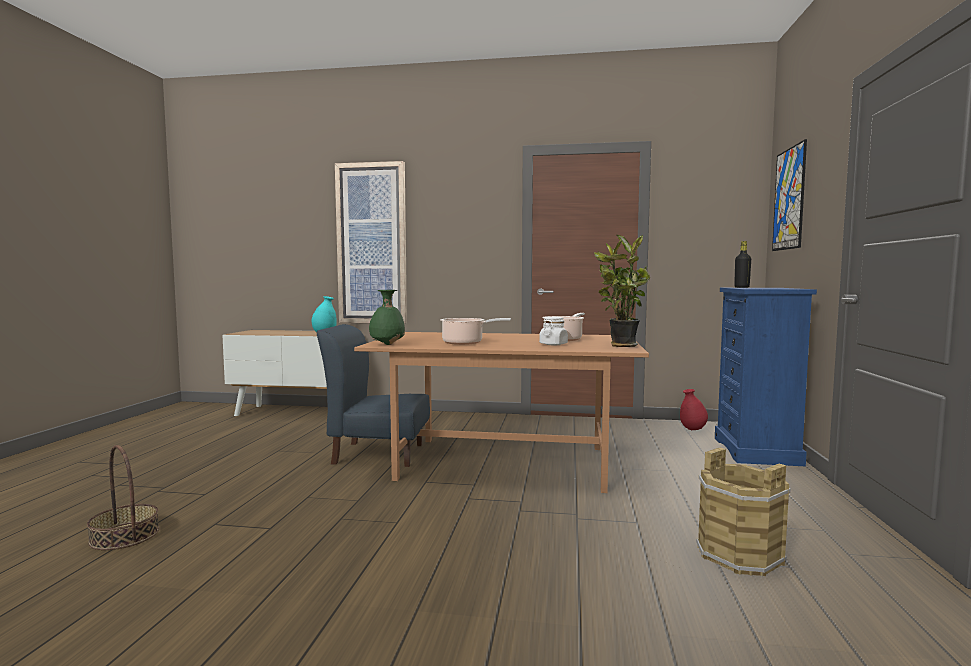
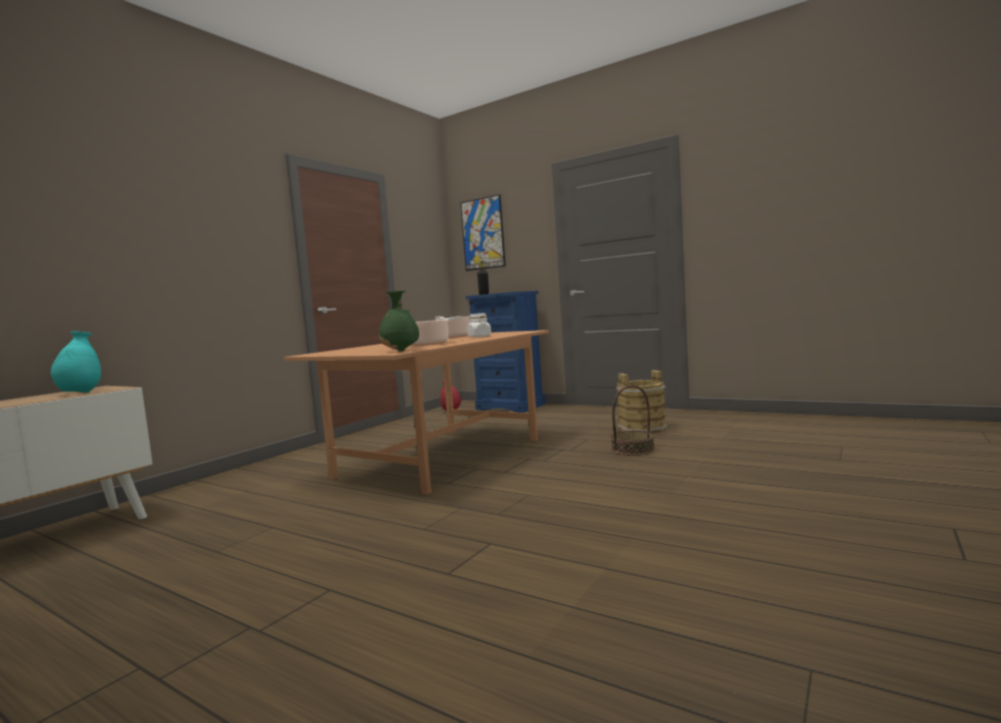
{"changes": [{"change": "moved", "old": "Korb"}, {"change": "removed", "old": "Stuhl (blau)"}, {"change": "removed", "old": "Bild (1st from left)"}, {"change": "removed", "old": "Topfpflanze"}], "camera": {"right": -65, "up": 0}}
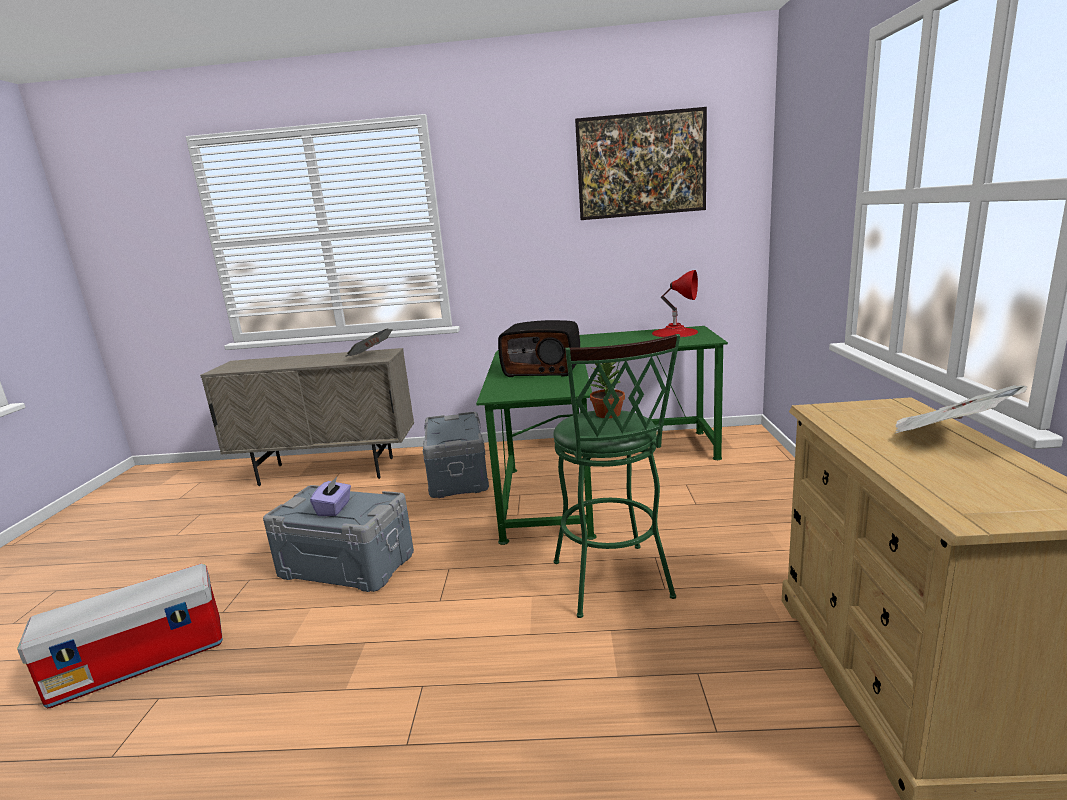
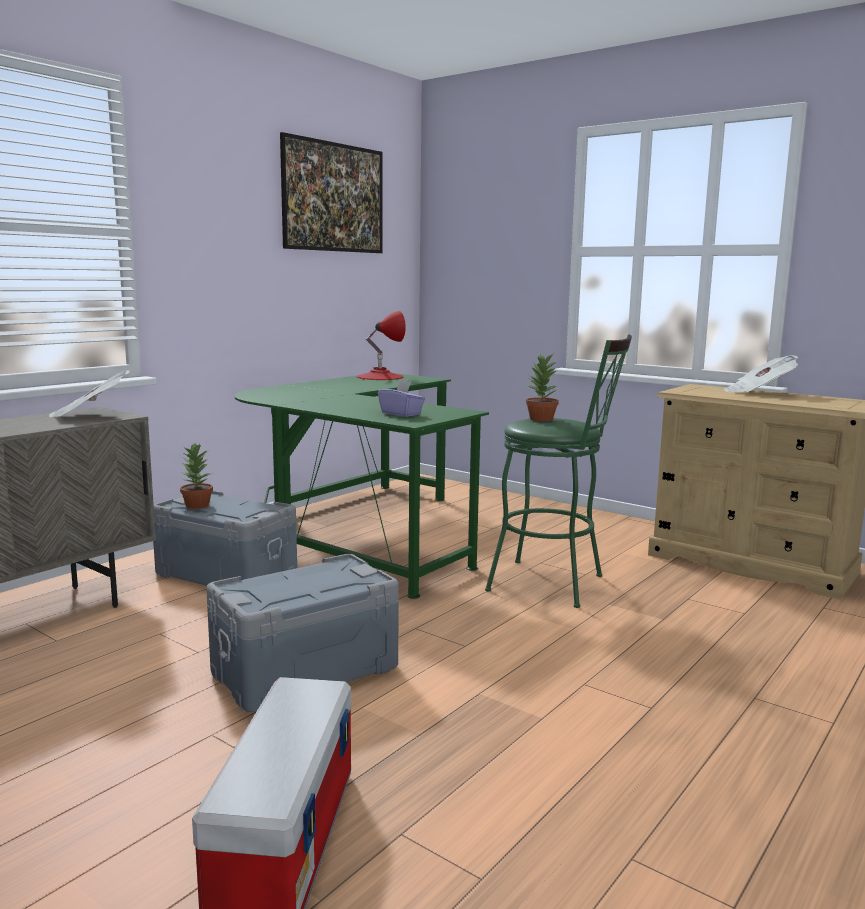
{"changes": [{"change": "moved", "old": "Taschentuchbox (lila)"}, {"change": "removed", "old": "Radio"}, {"change": "added", "new": "Topfpflanze (1st from left)"}], "camera": {"right": -55, "up": -5}}
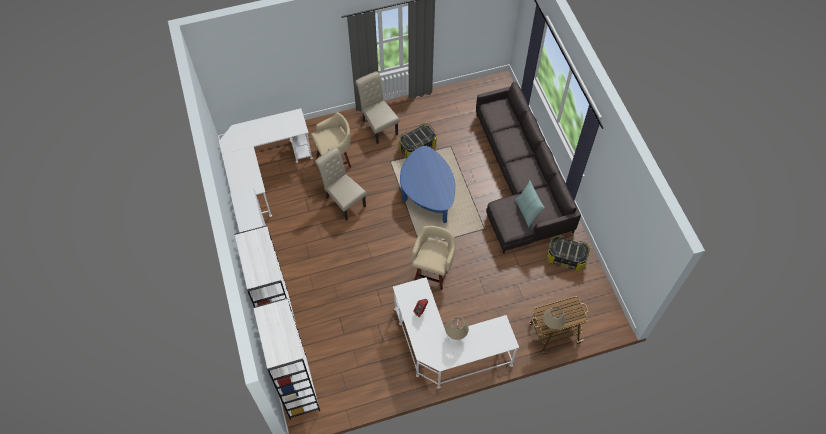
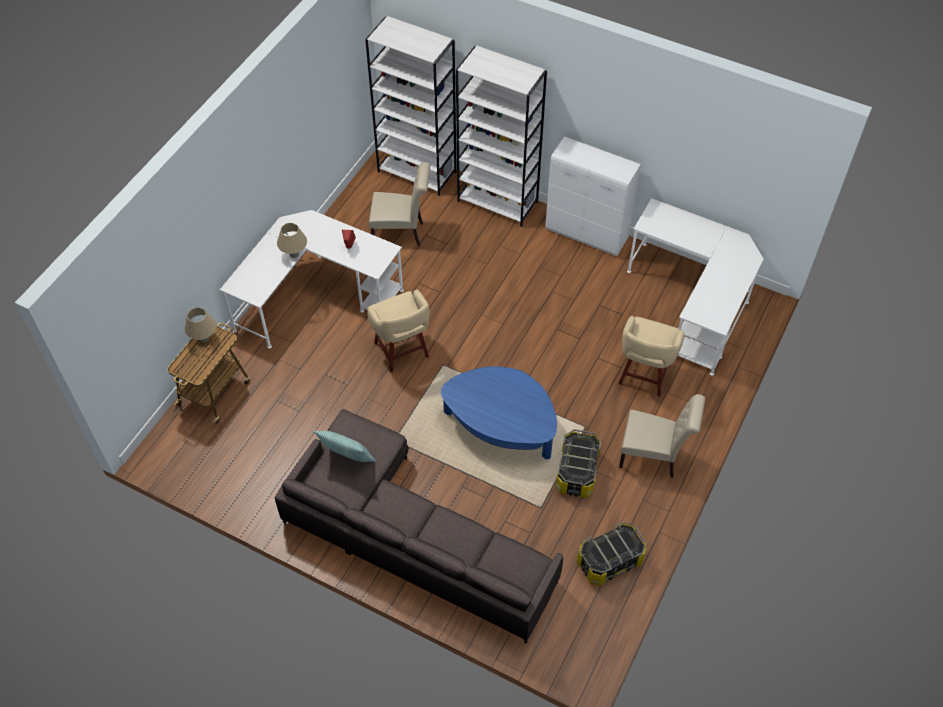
{"changes": [{"change": "moved", "old": "Stuhl (beige) (1st from left)"}, {"change": "moved", "old": "Aufbewahrungsbox (2nd from left)"}], "camera": {"right": 135, "up": -5}}
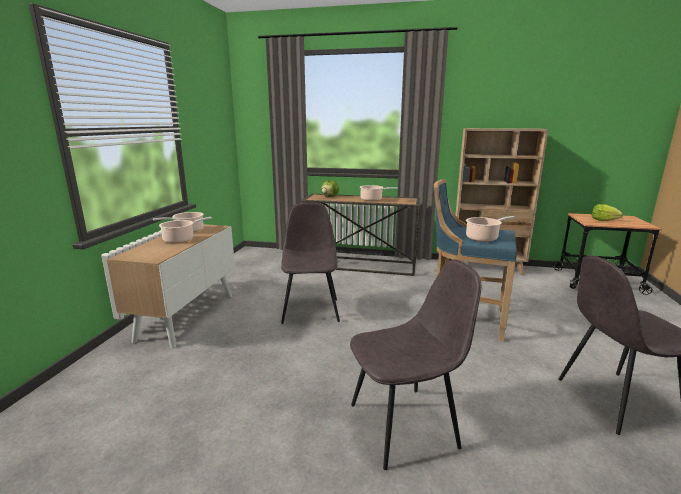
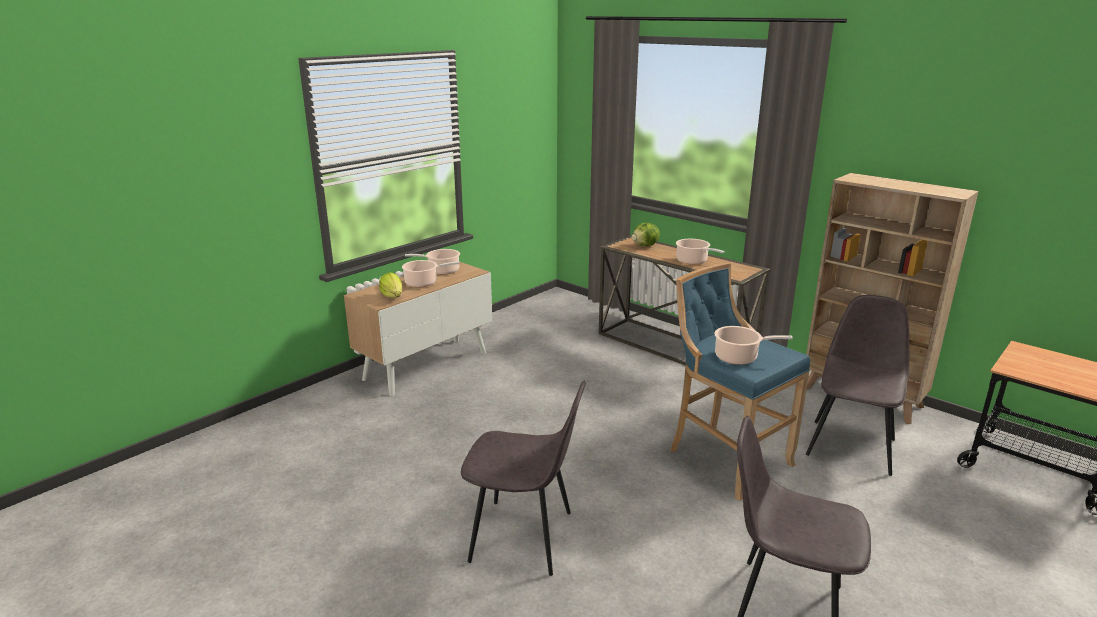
{"changes": [{"change": "moved", "old": "Stuhl (grau) (1st from left in the first image)", "new": "Stuhl (grau) (3rd from left)"}, {"change": "moved", "old": "Salatkopf (2nd from left in the first image)", "new": "Salatkopf (1st from left)"}], "camera": {"right": 30, "up": 5}}
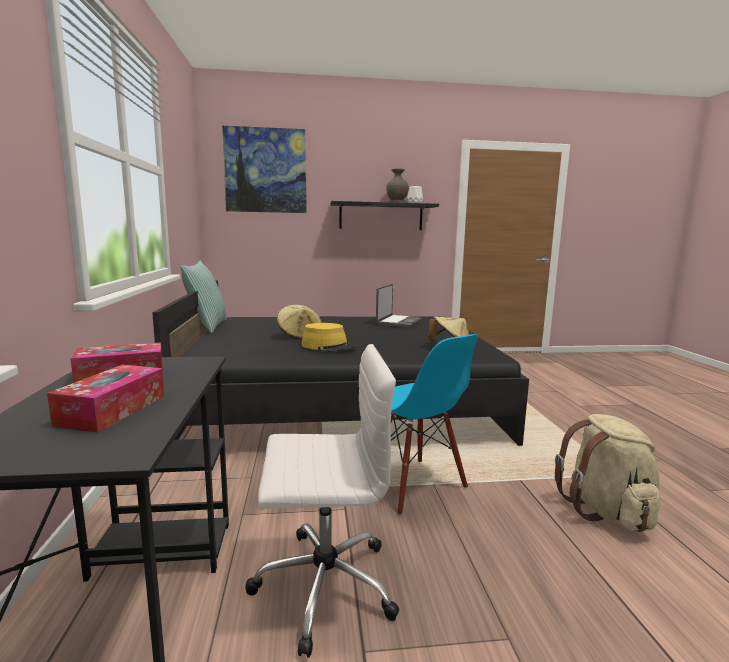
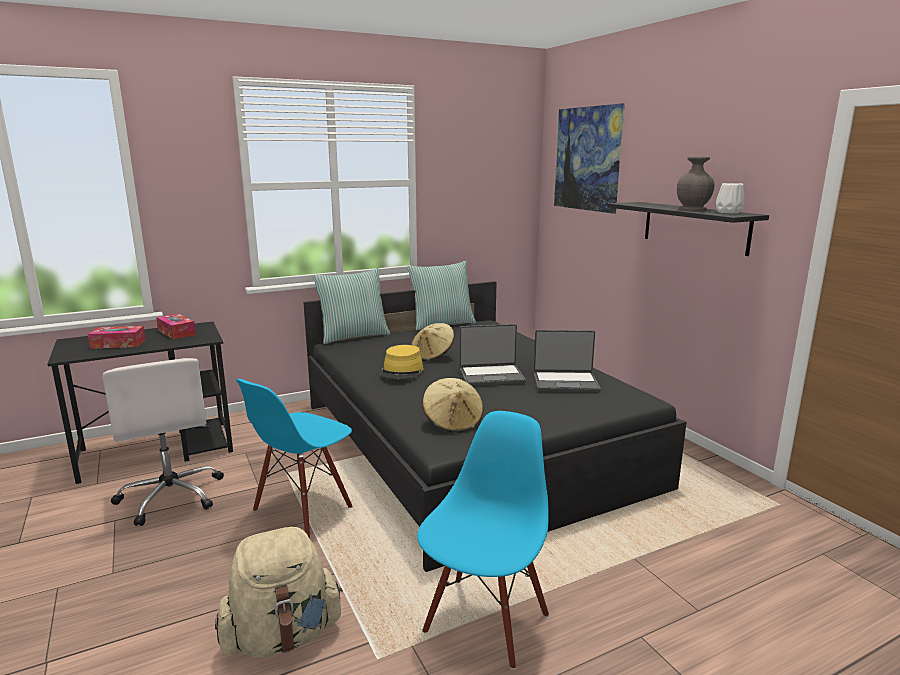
{"changes": [{"change": "added", "new": "Kissen (1st from left)"}, {"change": "added", "new": "Stuhl (blau) (2nd from left)"}, {"change": "added", "new": "Laptop (1st from left)"}], "camera": {"right": 70, "up": 5}}
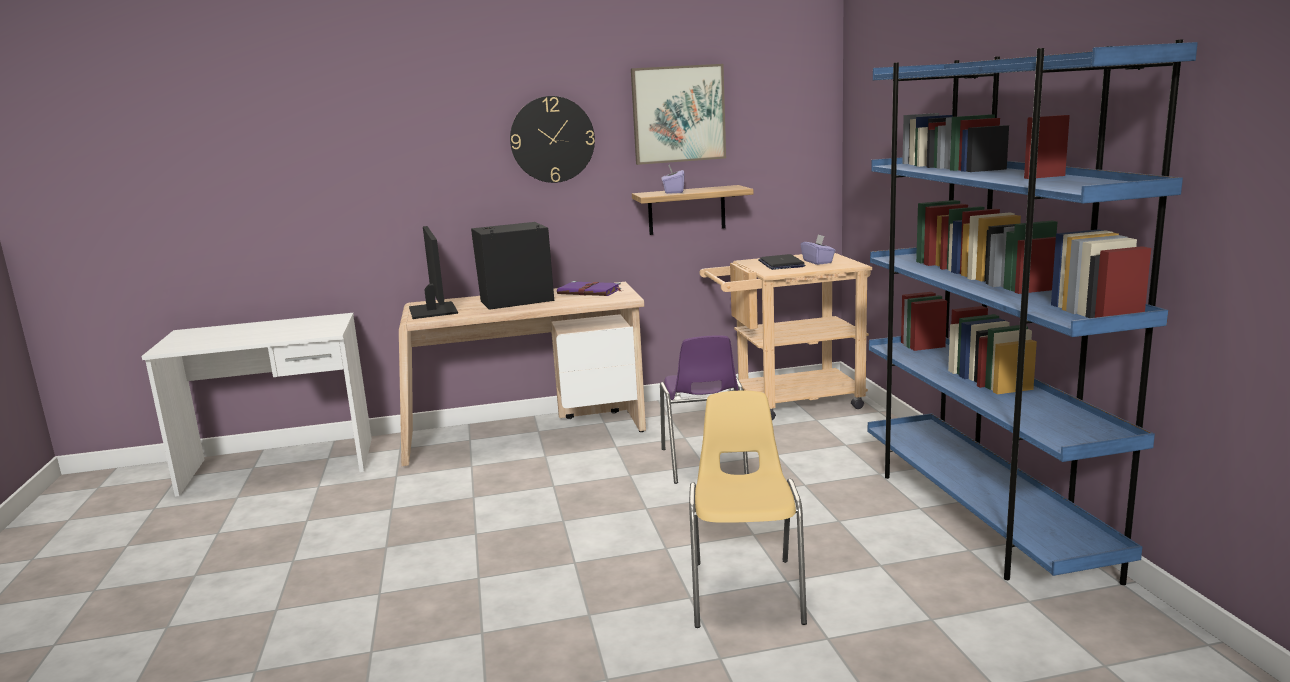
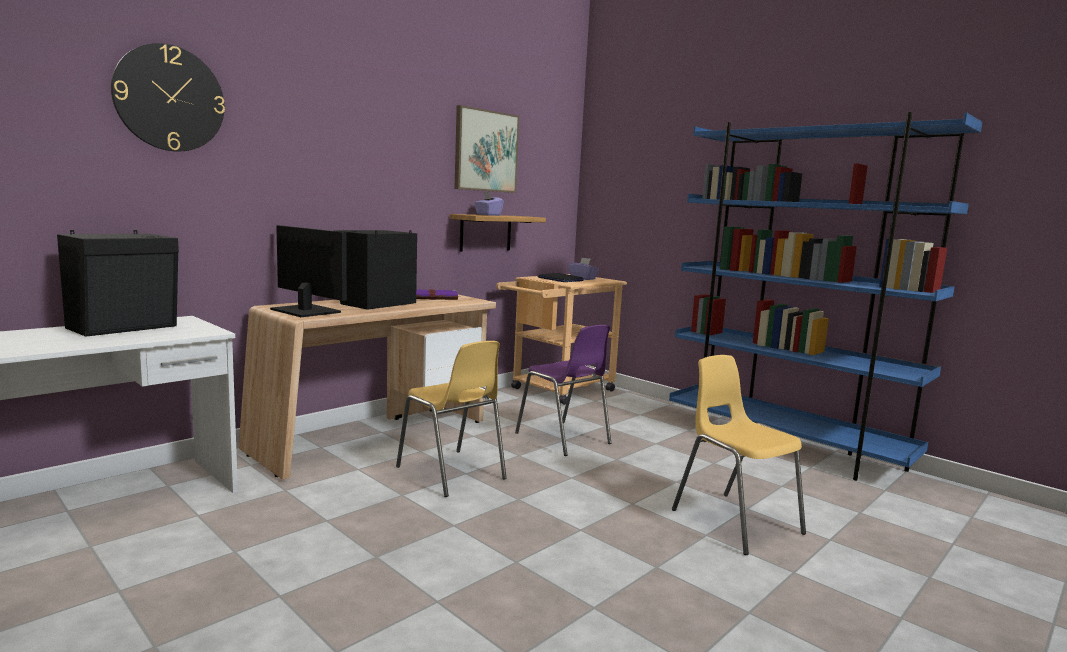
{"changes": [{"change": "moved", "old": "Wanduhr"}, {"change": "added", "new": "Lautsprecher (schwarz) (1st from left)"}, {"change": "added", "new": "Stuhl (gelb) (1st from left)"}], "camera": {"right": -35, "up": -5}}
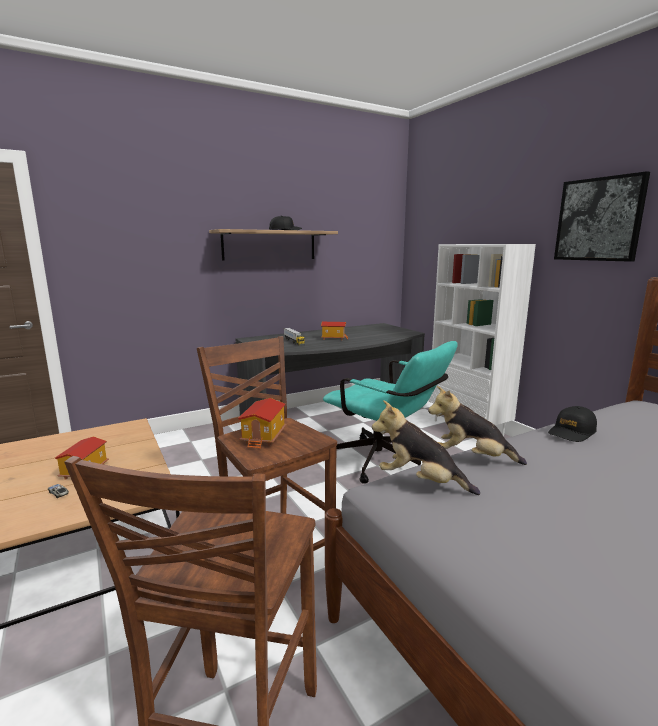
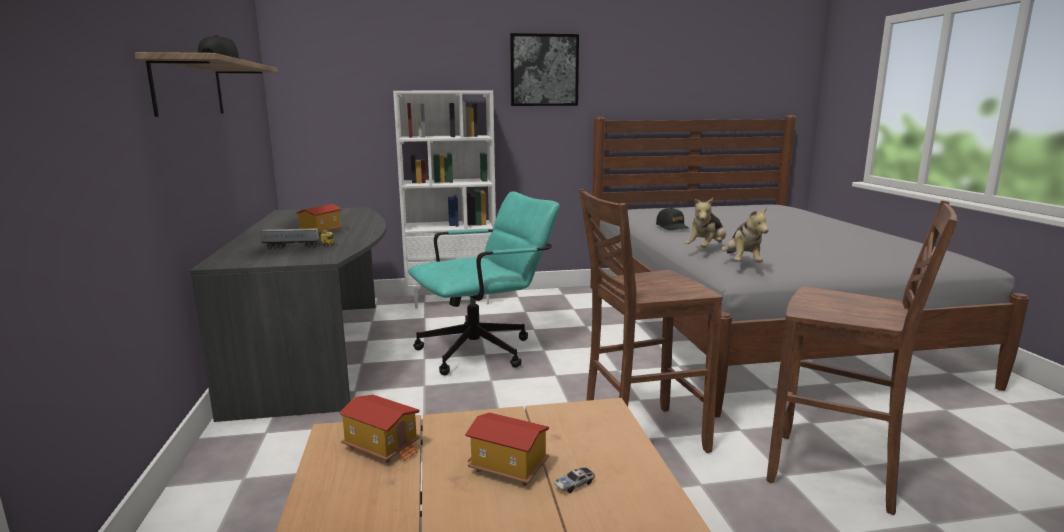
{"changes": [{"change": "moved", "old": "Spielzeughaus (2nd from left)"}, {"change": "turned", "old": "Plüschtier (1st from left in the first image)", "degrees": -45}], "camera": {"right": -70, "up": 0}}
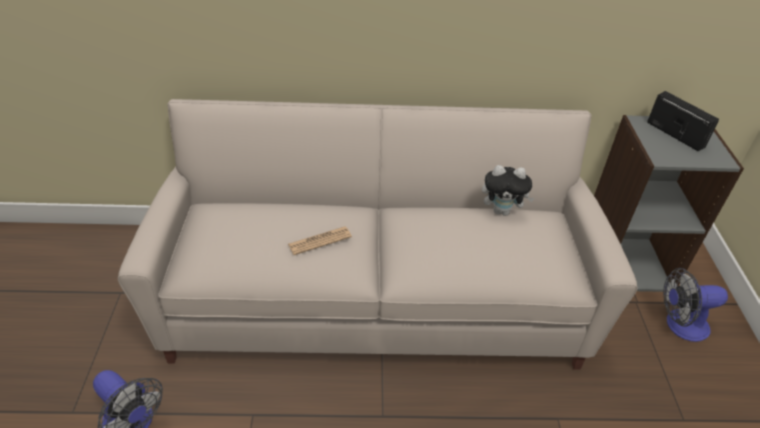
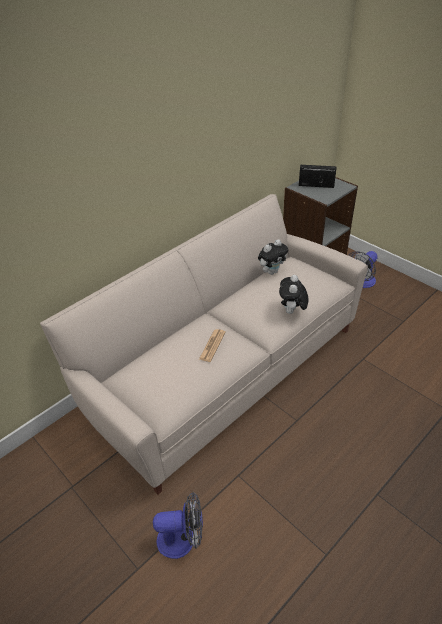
{"changes": [{"change": "added", "new": "Plüschtier (2nd from left)"}], "camera": {"right": -40, "up": 0}}
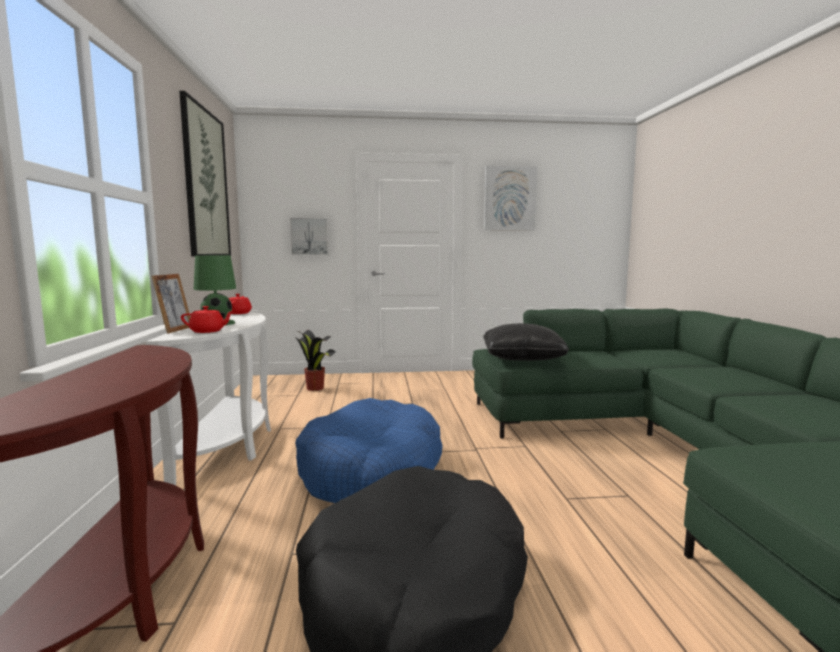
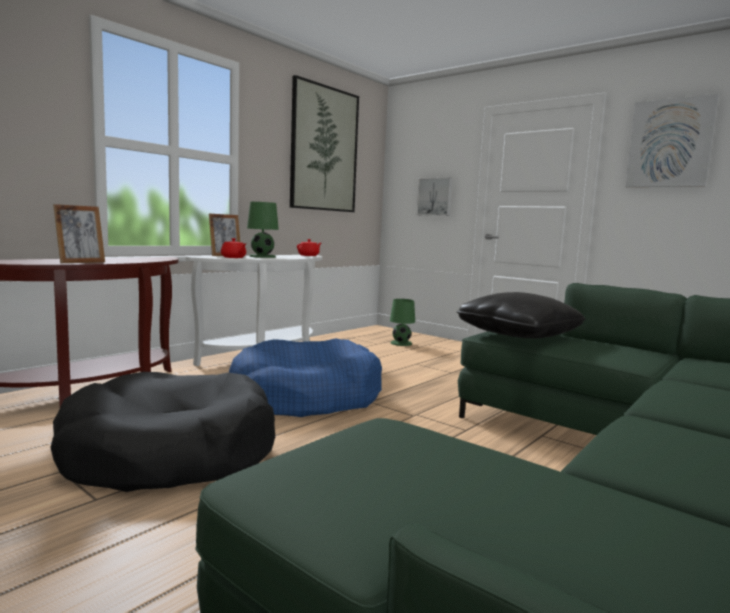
{"changes": [{"change": "replaced", "old": "Topfpflanze", "new": "Tischlampe (grün) (2nd from left)"}, {"change": "added", "new": "Bilderrahmen (1st from left)"}], "camera": {"right": 45, "up": 0}}
